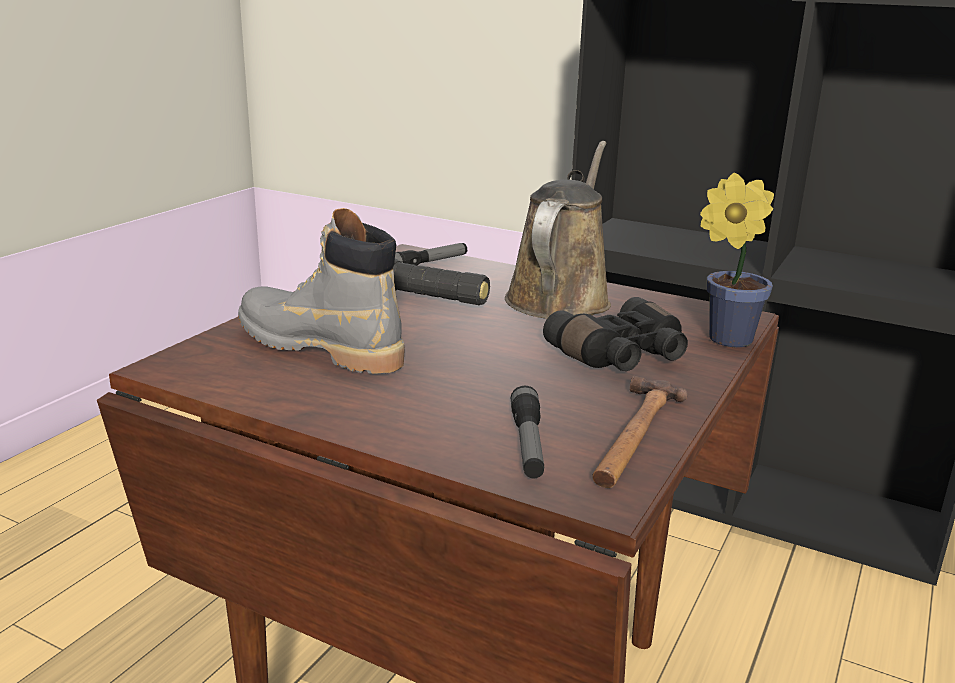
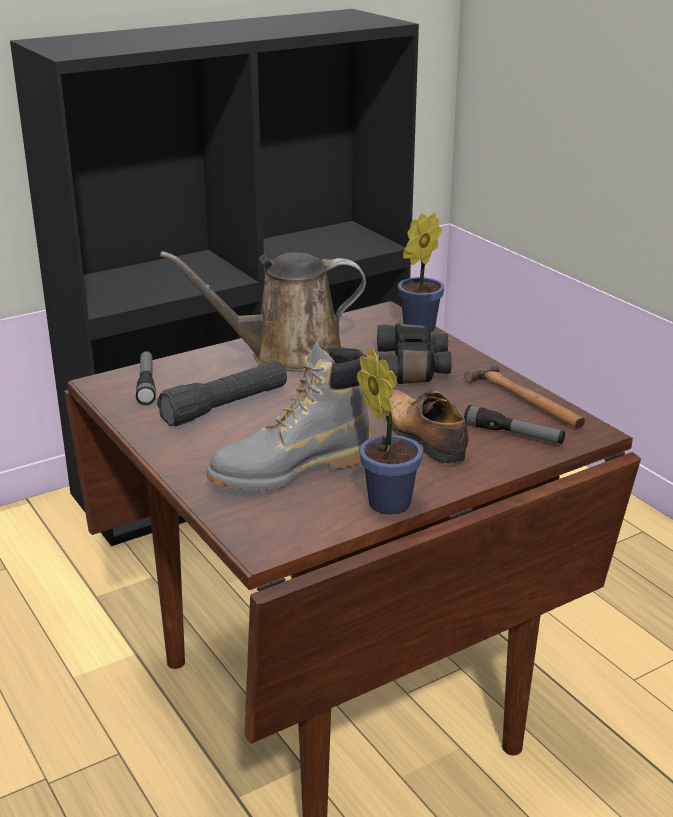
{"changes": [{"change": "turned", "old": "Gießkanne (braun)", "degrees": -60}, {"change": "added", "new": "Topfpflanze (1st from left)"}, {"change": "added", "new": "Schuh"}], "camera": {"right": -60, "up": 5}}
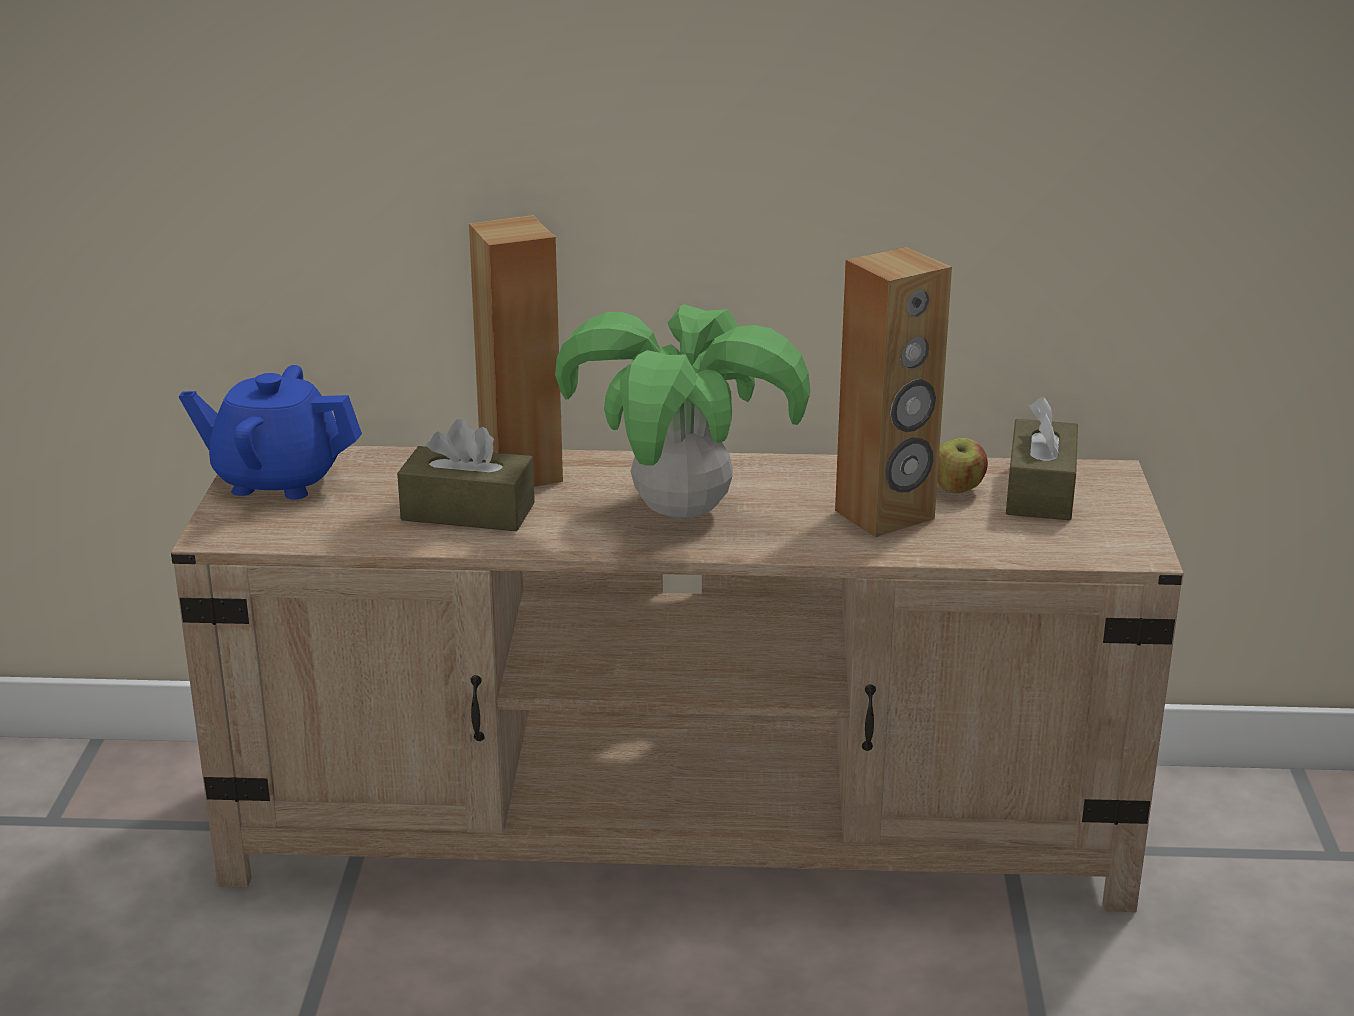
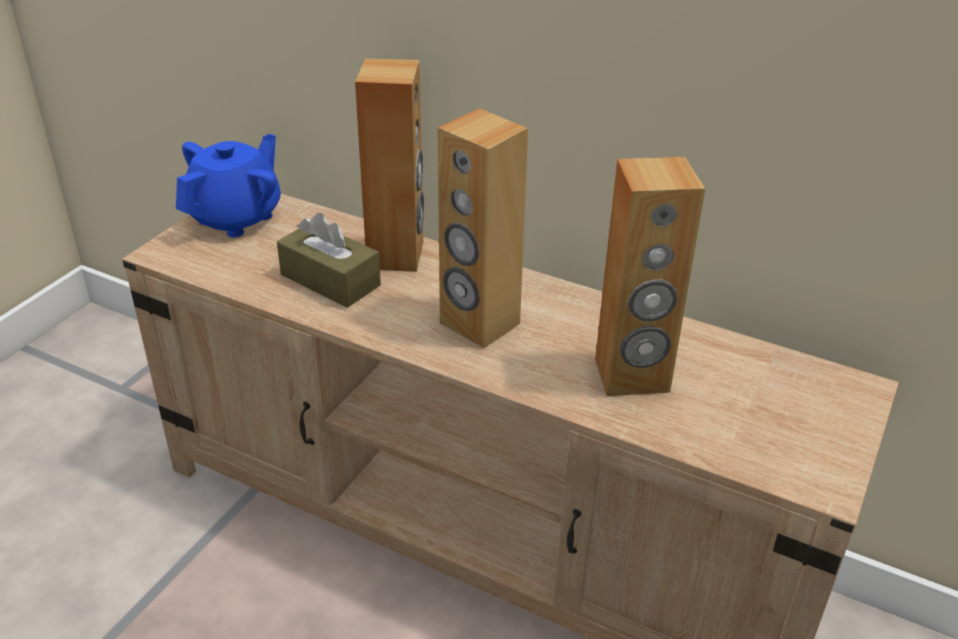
{"changes": [{"change": "turned", "old": "Teekanne (blau)", "degrees": 90}, {"change": "replaced", "old": "Topfpflanze", "new": "Lautsprecher (braun) (2nd from left)"}, {"change": "removed", "old": "Apfel"}, {"change": "removed", "old": "Taschentuchbox (braun) (2nd from left)"}], "camera": {"right": 25, "up": 10}}
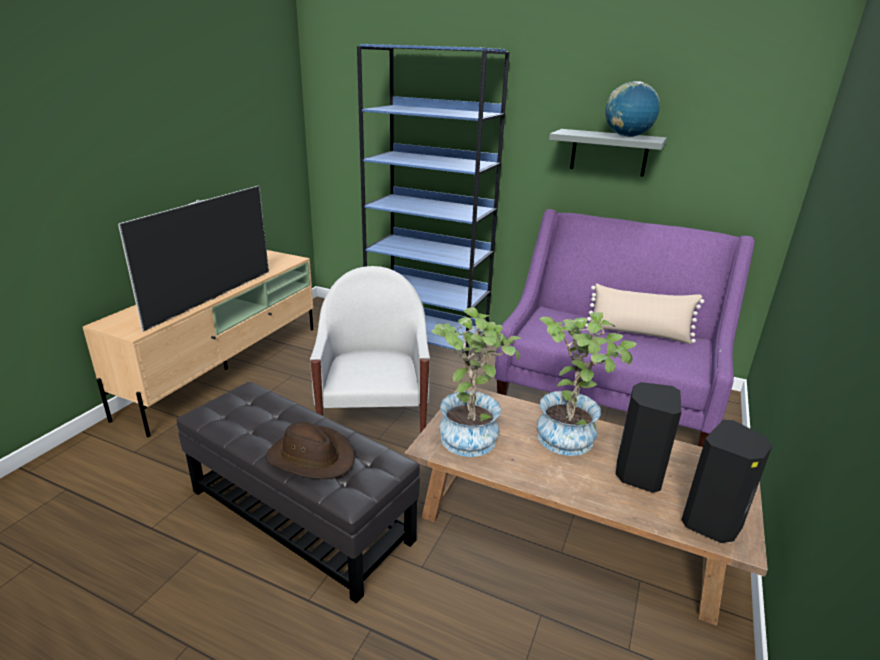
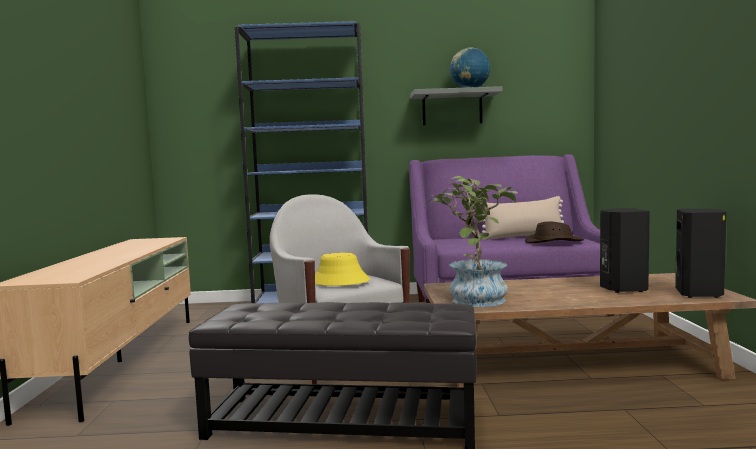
{"changes": [{"change": "removed", "old": "Fernseher"}, {"change": "moved", "old": "Hut (braun)"}, {"change": "removed", "old": "Topfpflanze (2nd from left)"}, {"change": "added", "new": "Hut (gelb)"}], "camera": {"right": -25, "up": -20}}
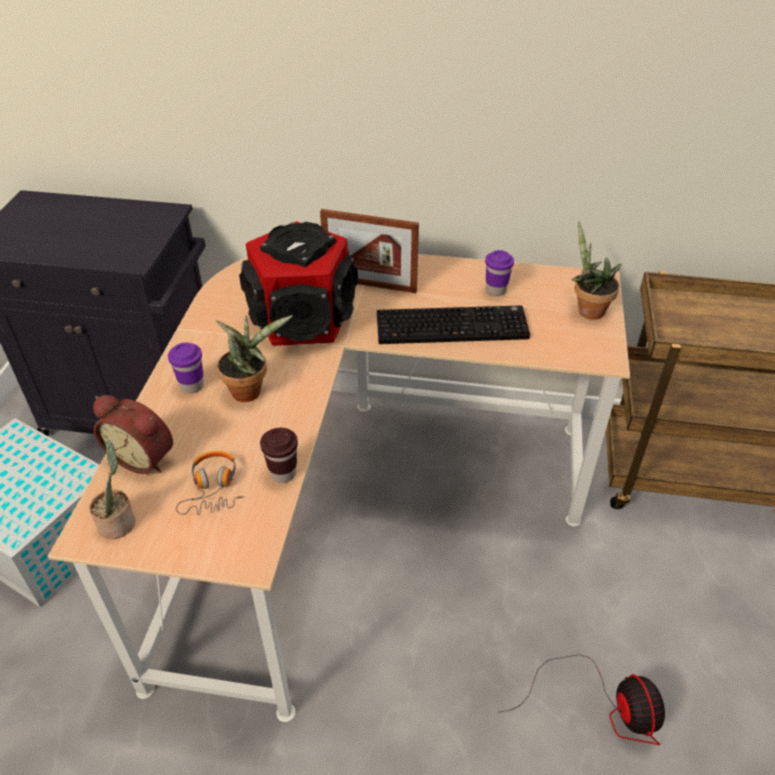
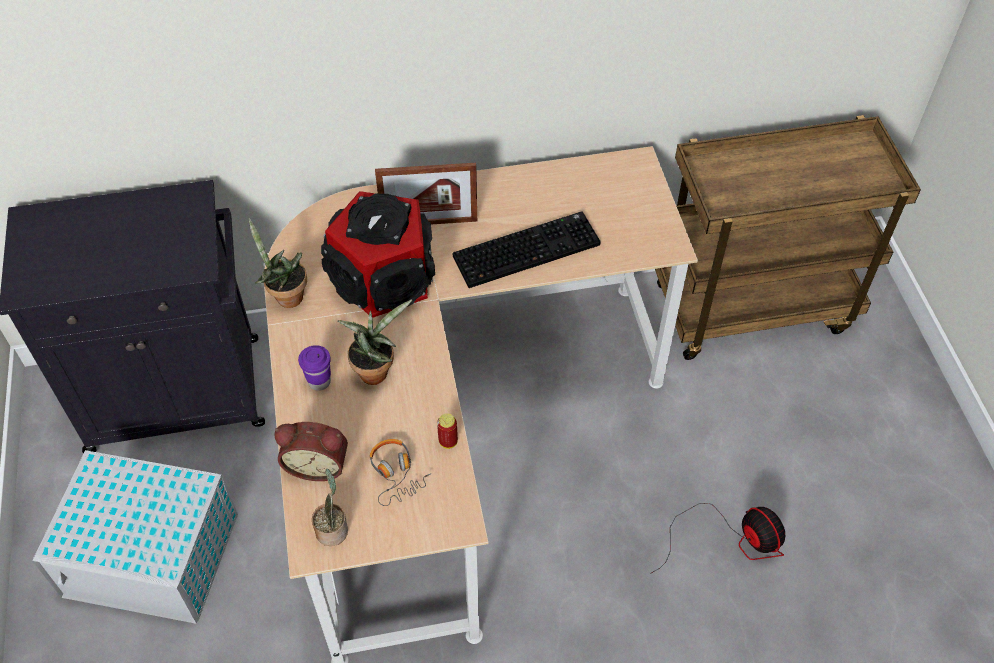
{"changes": [{"change": "replaced", "old": "Tasse (braun)", "new": "Dose"}, {"change": "removed", "old": "Tasse (lila) (2nd from left)"}, {"change": "moved", "old": "Topfpflanze (3rd from left in the first image)", "new": "Topfpflanze (1st from left)"}], "camera": {"right": -20, "up": 10}}
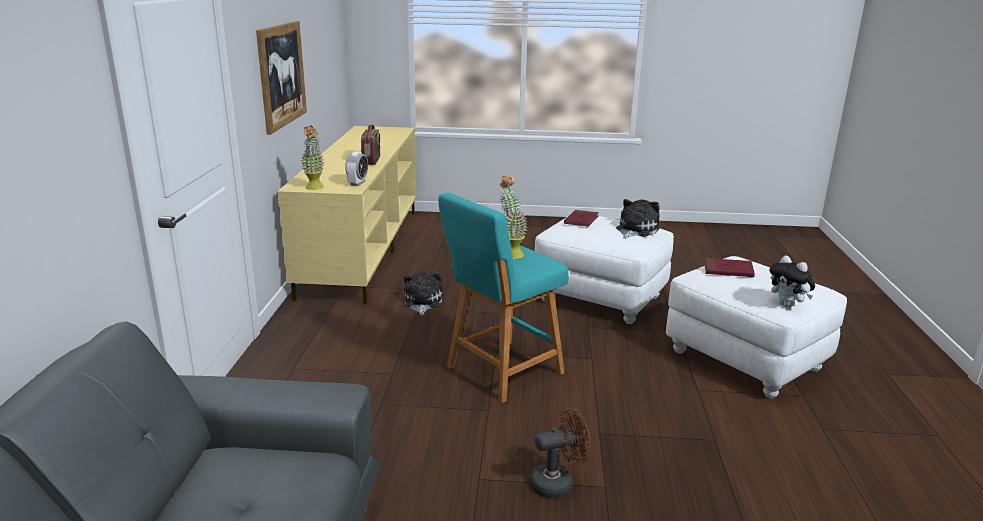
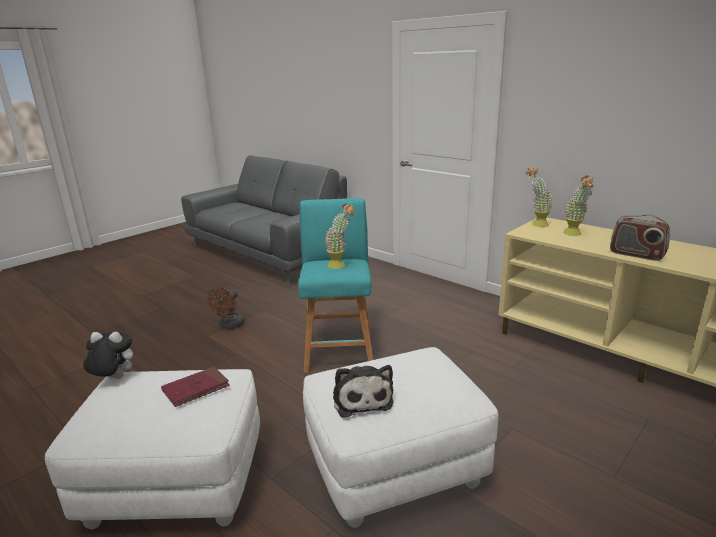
{"changes": [{"change": "removed", "old": "Bild"}, {"change": "removed", "old": "Wecker"}, {"change": "removed", "old": "Plüschtier (1st from left)"}, {"change": "removed", "old": "Buch (rot) (1st from left)"}, {"change": "added", "new": "Topfpflanze (3rd from left)"}], "camera": {"right": 130, "up": 0}}
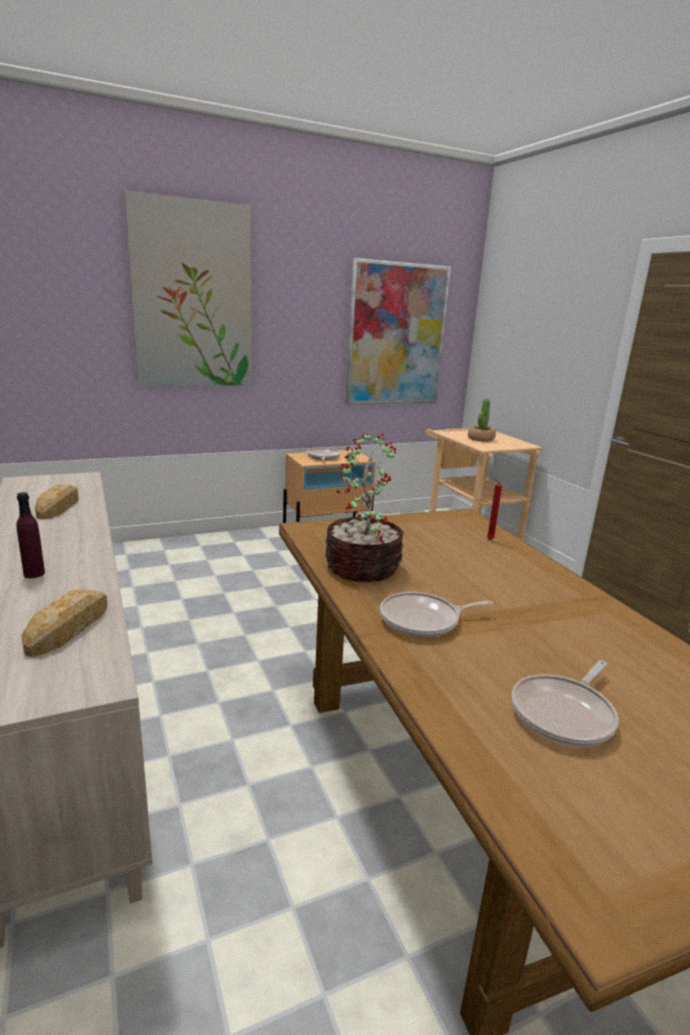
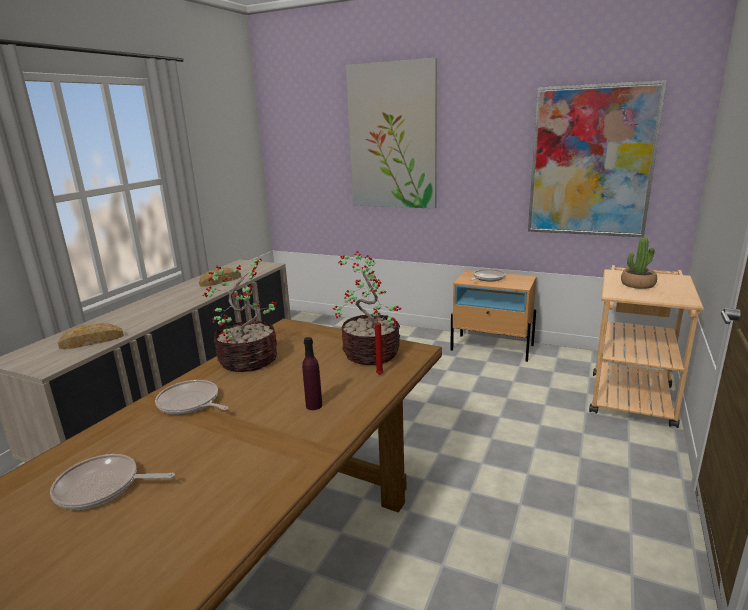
{"changes": [{"change": "moved", "old": "Flasche (lila)"}, {"change": "added", "new": "Topfpflanze (2nd from left)"}], "camera": {"right": 50, "up": 0}}
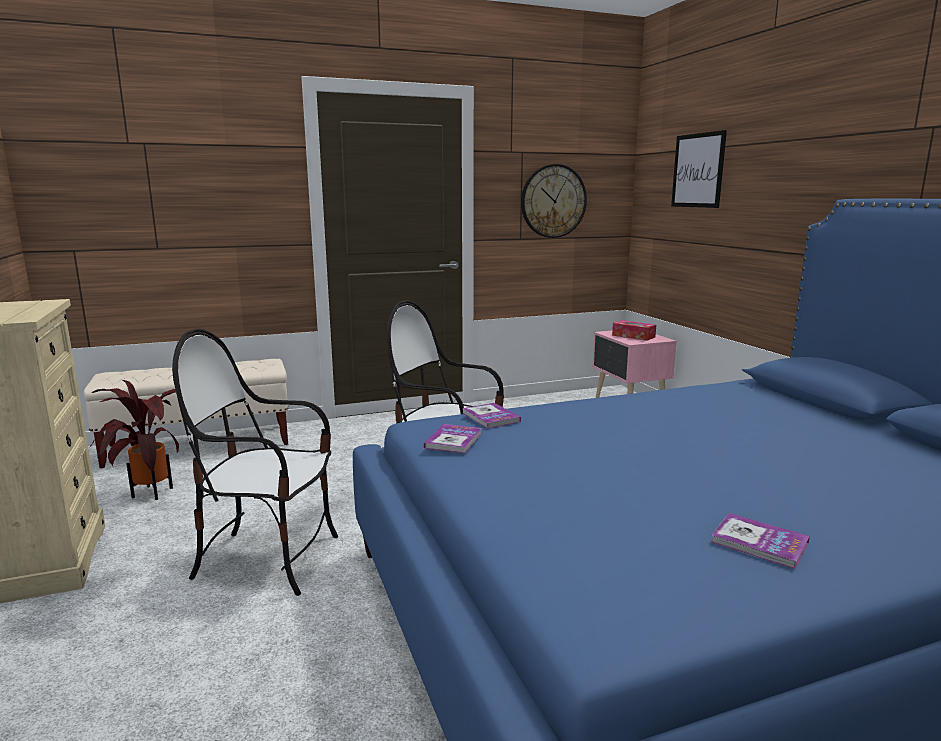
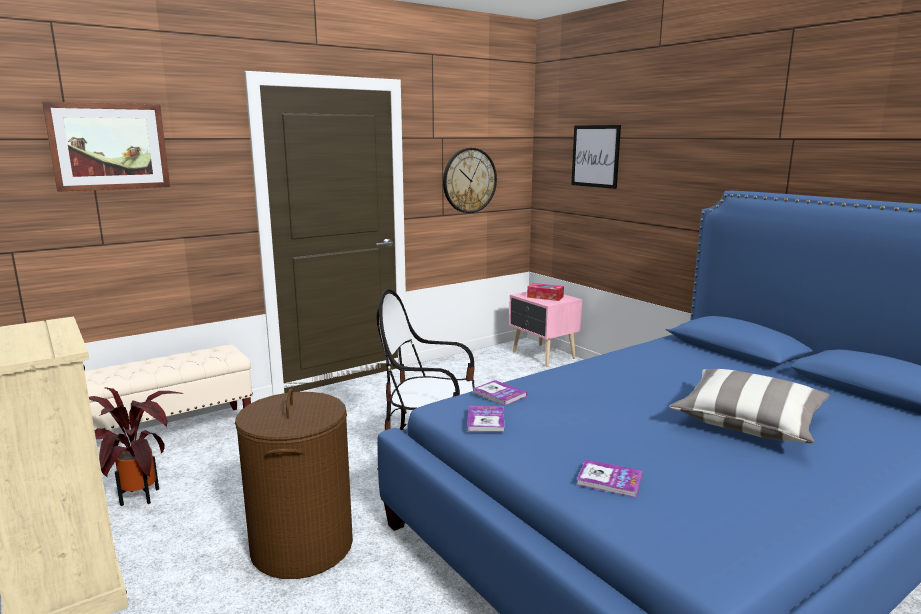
{"changes": [{"change": "replaced", "old": "Stuhl (1st from left)", "new": "Wäschekorb (braun)"}, {"change": "moved", "old": "Buch (3rd from left)"}, {"change": "added", "new": "Bild (1st from left)"}, {"change": "added", "new": "Kissen"}], "camera": {"right": -15, "up": 0}}
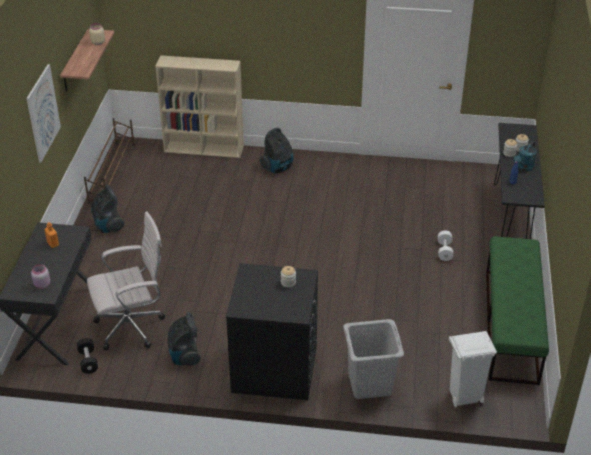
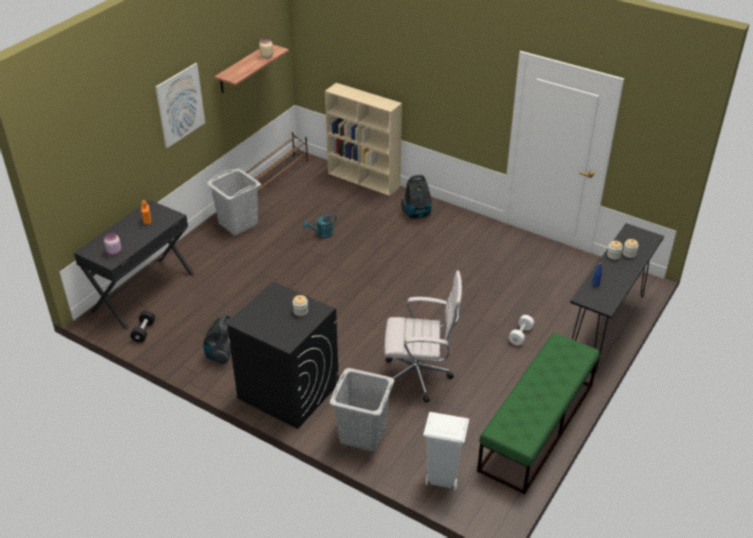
{"changes": [{"change": "moved", "old": "Bürostuhl (weiß)"}, {"change": "replaced", "old": "Staubsauger (1st from left)", "new": "Wäschekorb (grau) (1st from left)"}, {"change": "moved", "old": "Gießkanne (türkis)"}], "camera": {"right": 25, "up": 0}}
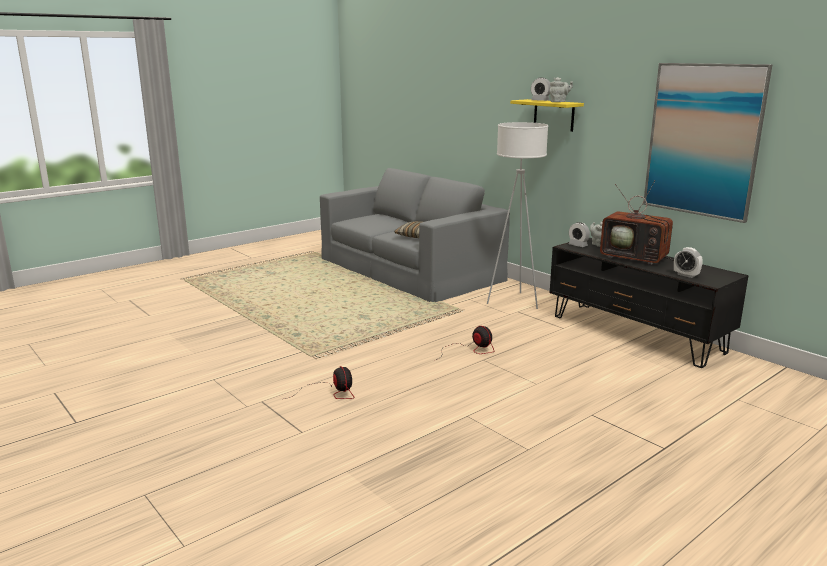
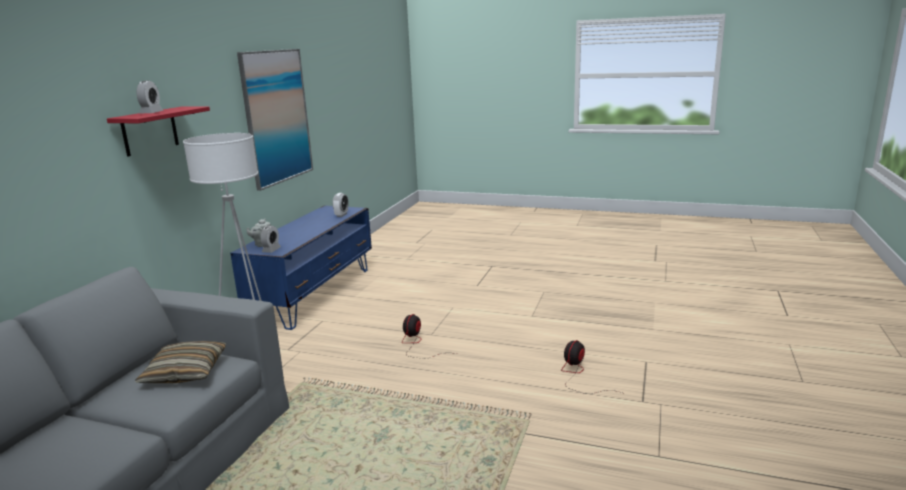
{"changes": [{"change": "recoloured", "old": "Wandregal (gelb)", "new": "Wandregal (rot)"}, {"change": "removed", "old": "Teekanne (grau) (1st from left)"}, {"change": "recoloured", "old": "Fernsehschrank (schwarz)", "new": "Fernsehschrank (blau)"}, {"change": "removed", "old": "Fernseher"}], "camera": {"right": -120, "up": 0}}
